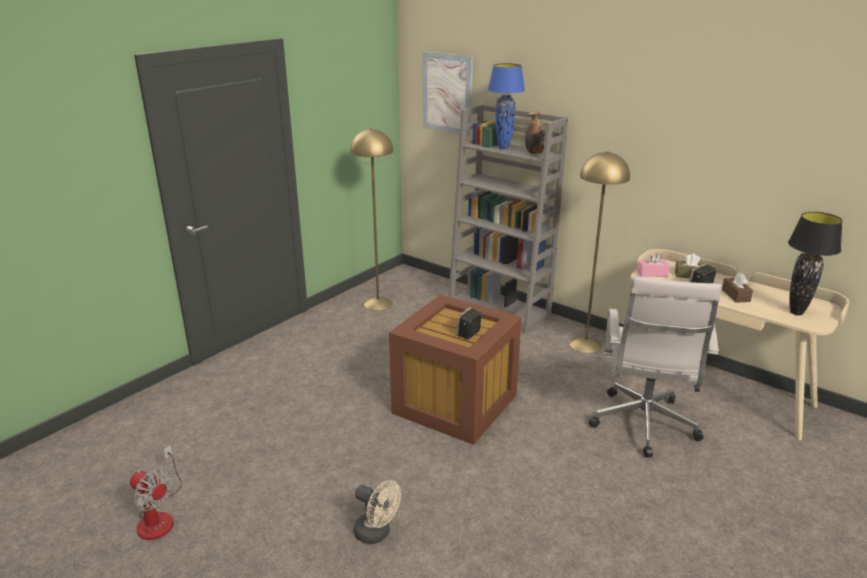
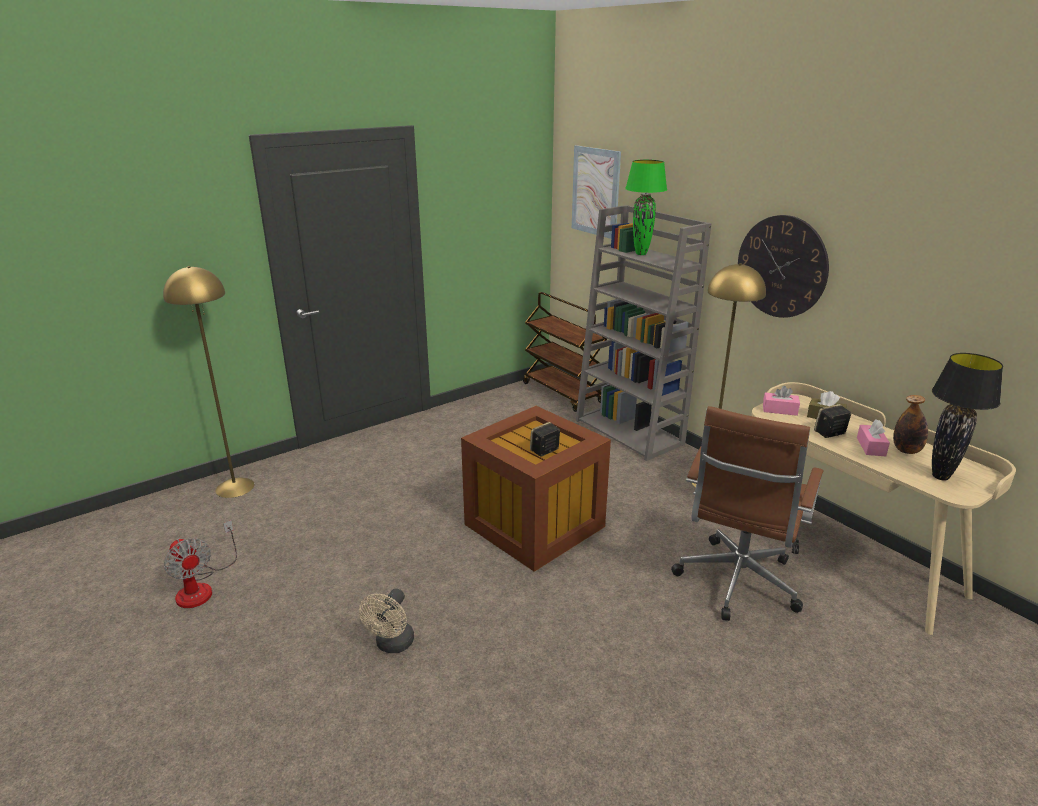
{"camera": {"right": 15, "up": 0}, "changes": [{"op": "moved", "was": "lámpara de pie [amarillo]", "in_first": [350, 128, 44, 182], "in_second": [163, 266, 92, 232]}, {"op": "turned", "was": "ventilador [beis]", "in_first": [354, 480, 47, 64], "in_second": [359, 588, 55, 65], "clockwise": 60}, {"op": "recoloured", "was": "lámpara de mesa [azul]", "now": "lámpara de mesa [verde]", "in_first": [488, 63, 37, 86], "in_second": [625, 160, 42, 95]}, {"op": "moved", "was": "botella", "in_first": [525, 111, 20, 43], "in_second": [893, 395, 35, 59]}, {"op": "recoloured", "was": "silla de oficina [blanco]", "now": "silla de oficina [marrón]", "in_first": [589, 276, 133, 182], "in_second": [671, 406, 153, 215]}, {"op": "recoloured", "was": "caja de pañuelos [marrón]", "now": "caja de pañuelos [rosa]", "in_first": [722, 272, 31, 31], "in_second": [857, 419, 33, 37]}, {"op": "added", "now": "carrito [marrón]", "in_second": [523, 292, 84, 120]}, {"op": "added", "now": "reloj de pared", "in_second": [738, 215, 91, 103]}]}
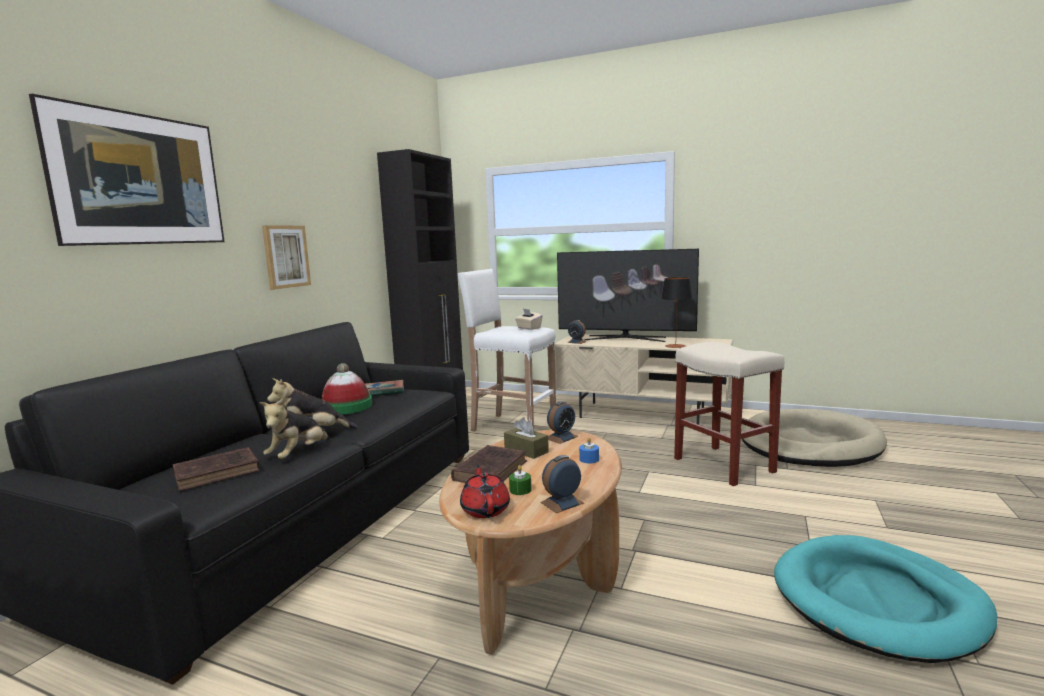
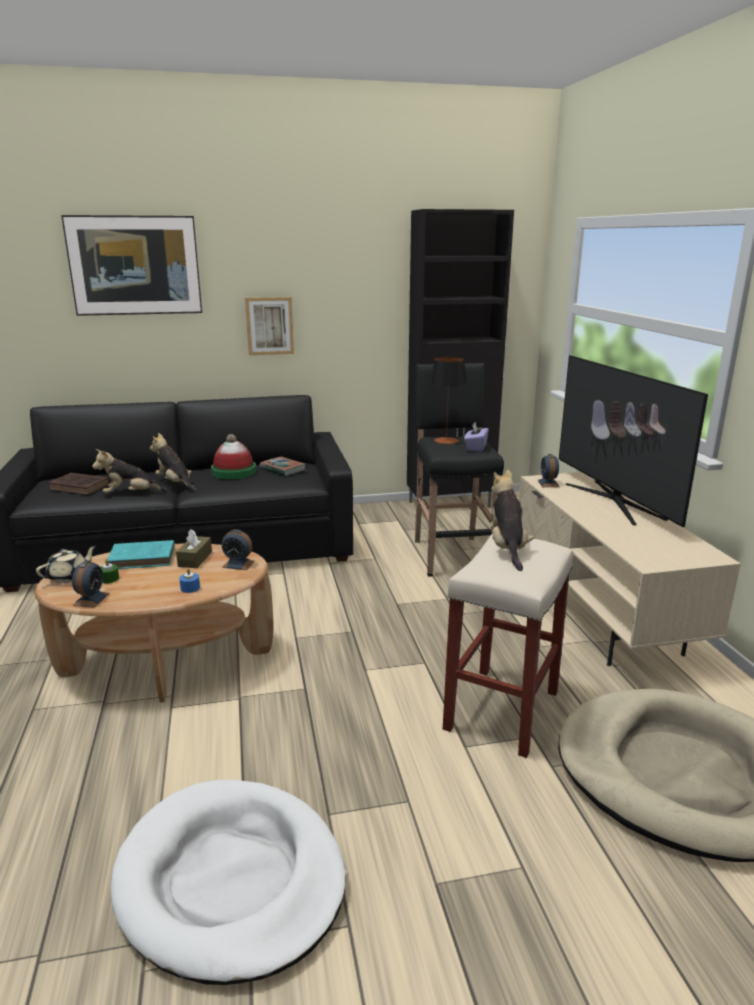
{"camera": {"right": 55, "up": 10}, "changes": [{"op": "recoloured", "was": "libro [marrón]", "now": "libro [turquesa]", "in_first": [451, 445, 76, 38], "in_second": [107, 540, 68, 29]}, {"op": "recoloured", "was": "taburete [blanco]", "now": "taburete [negro]", "in_first": [457, 269, 99, 163], "in_second": [415, 363, 89, 214]}, {"op": "recoloured", "was": "tetera [rojo]", "now": "tetera [beis]", "in_first": [460, 465, 50, 53], "in_second": [36, 546, 60, 37]}, {"op": "recoloured", "was": "caja de pañuelos [beis]", "now": "caja de pañuelos [morado]", "in_first": [515, 309, 28, 21], "in_second": [464, 422, 25, 30]}, {"op": "turned", "was": "despertador", "in_first": [540, 455, 44, 58], "in_second": [72, 561, 37, 47], "clockwise": 75}, {"op": "moved", "was": "lámpara de mesa", "in_first": [661, 277, 31, 71], "in_second": [430, 357, 37, 87]}, {"op": "recoloured", "was": "cama para perro [turquesa]", "now": "cama para perro [blanco]", "in_first": [774, 535, 223, 128], "in_second": [110, 780, 236, 205]}, {"op": "added", "now": "peluche", "in_second": [490, 470, 44, 101]}]}
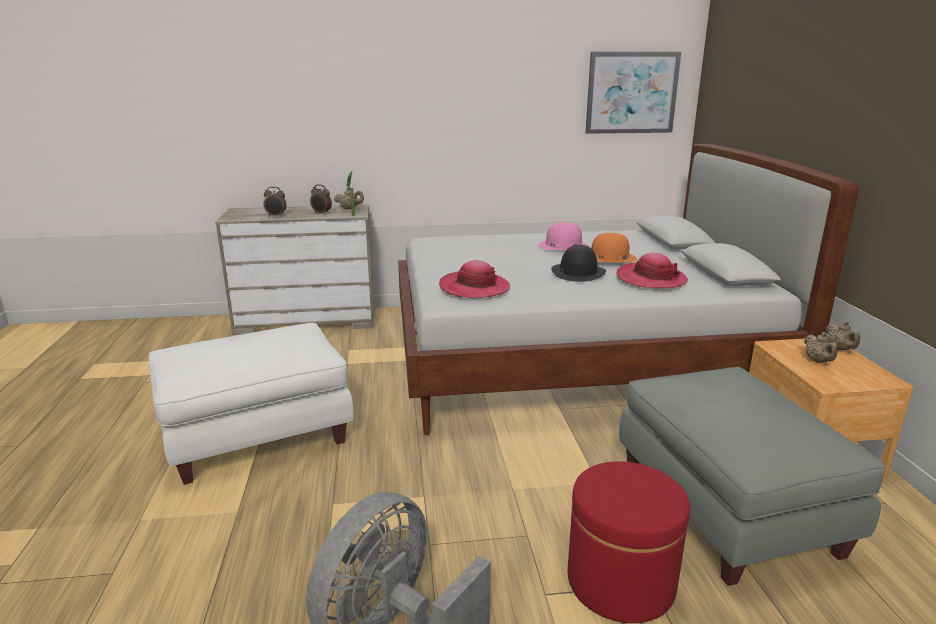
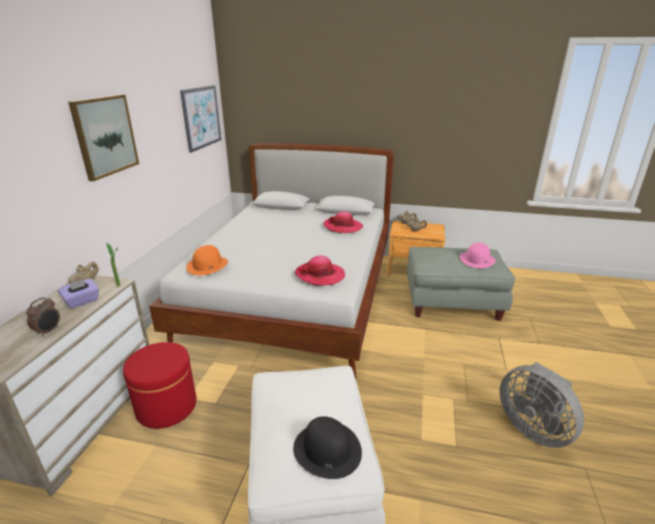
{"camera": {"right": -70, "up": 5}, "changes": [{"op": "replaced", "was": "despertador", "now": "caja de pañuelos [morado]", "in_first": [310, 184, 22, 31], "in_second": [58, 279, 41, 30]}, {"op": "moved", "was": "sombrero [rosa]", "in_first": [538, 222, 51, 28], "in_second": [460, 242, 36, 26]}, {"op": "moved", "was": "sombrero [negro]", "in_first": [551, 245, 55, 37], "in_second": [293, 416, 69, 63]}, {"op": "moved", "was": "puf [rojo]", "in_first": [568, 461, 122, 162], "in_second": [123, 342, 73, 87]}, {"op": "moved", "was": "sombrero [naranja]", "in_first": [591, 233, 46, 30], "in_second": [186, 245, 42, 31]}, {"op": "added", "now": "cuadro", "in_second": [68, 94, 71, 87]}]}
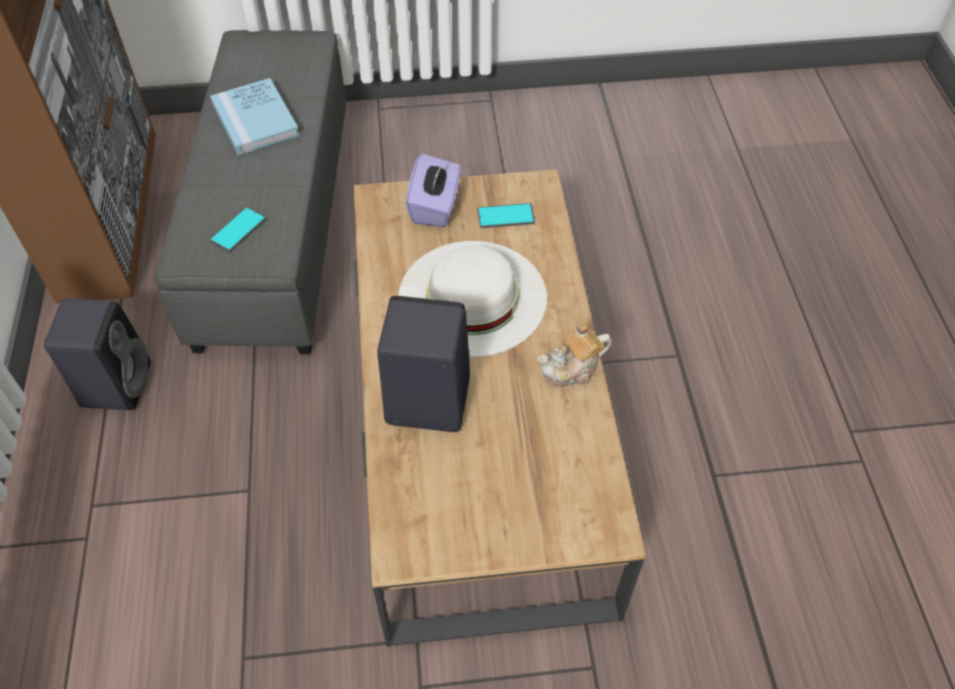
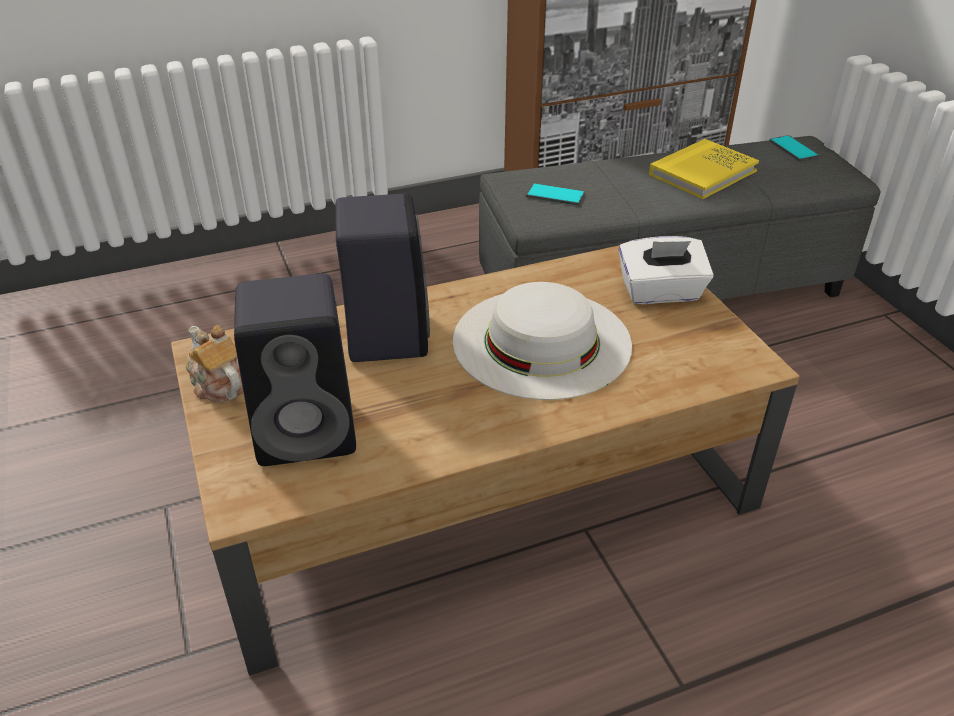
{"camera": {"right": 75, "up": -15}, "changes": [{"op": "moved", "was": "altavoz [negro]", "in_first": [44, 298, 107, 112], "in_second": [234, 273, 122, 193]}, {"op": "recoloured", "was": "libro [azul]", "now": "libro [amarillo]", "in_first": [210, 78, 90, 77], "in_second": [649, 139, 110, 60]}, {"op": "recoloured", "was": "caja de pañuelos [morado]", "now": "caja de pañuelos [blanco]", "in_first": [406, 154, 55, 73], "in_second": [619, 236, 94, 68]}, {"op": "moved", "was": "móvil", "in_first": [478, 203, 57, 25], "in_second": [769, 135, 51, 27]}, {"op": "moved", "was": "tetera", "in_first": [538, 323, 73, 64], "in_second": [186, 325, 57, 77]}]}
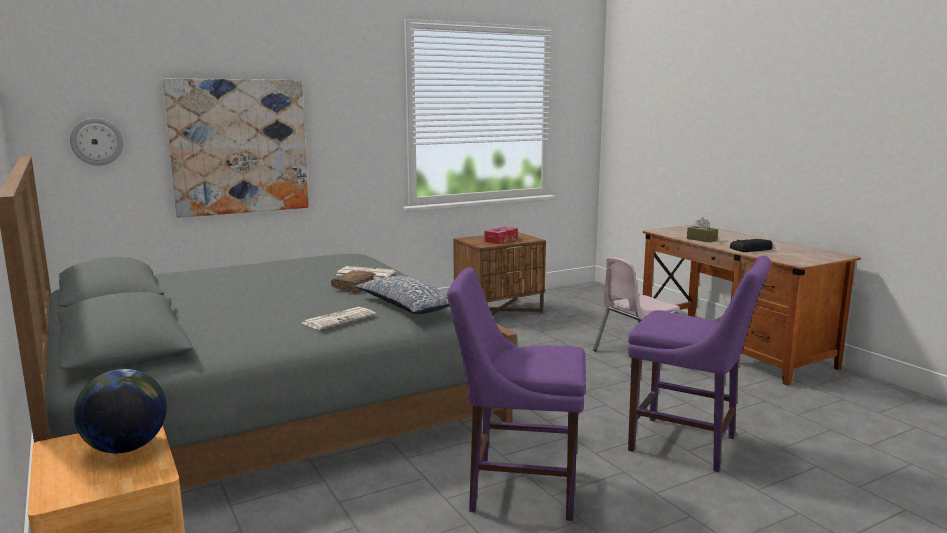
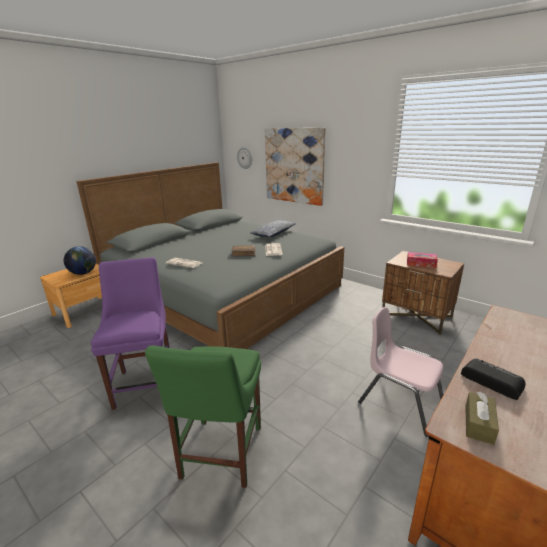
{"camera": {"right": 70, "up": 10}, "changes": [{"op": "moved", "was": "cojín", "in_first": [355, 276, 94, 38], "in_second": [250, 220, 46, 17]}, {"op": "recoloured", "was": "silla [morado]", "now": "silla [verde]", "in_first": [628, 256, 143, 216], "in_second": [145, 345, 116, 143]}, {"op": "moved", "was": "caja de pañuelos [marrón]", "in_first": [687, 218, 31, 25], "in_second": [465, 392, 34, 53]}]}
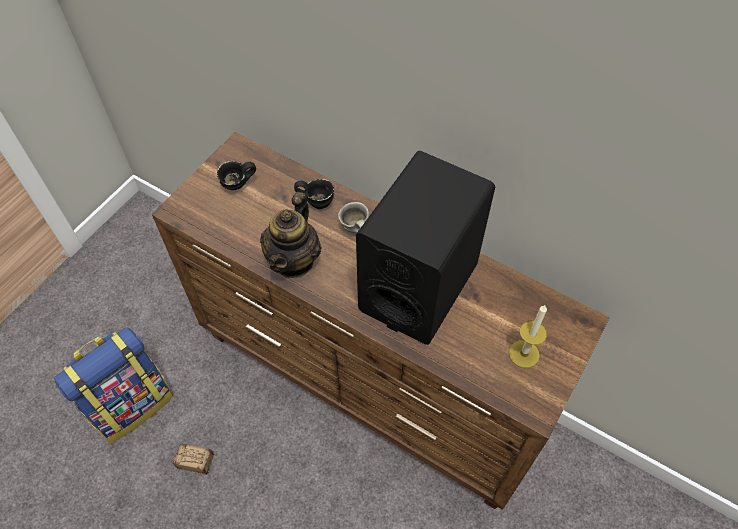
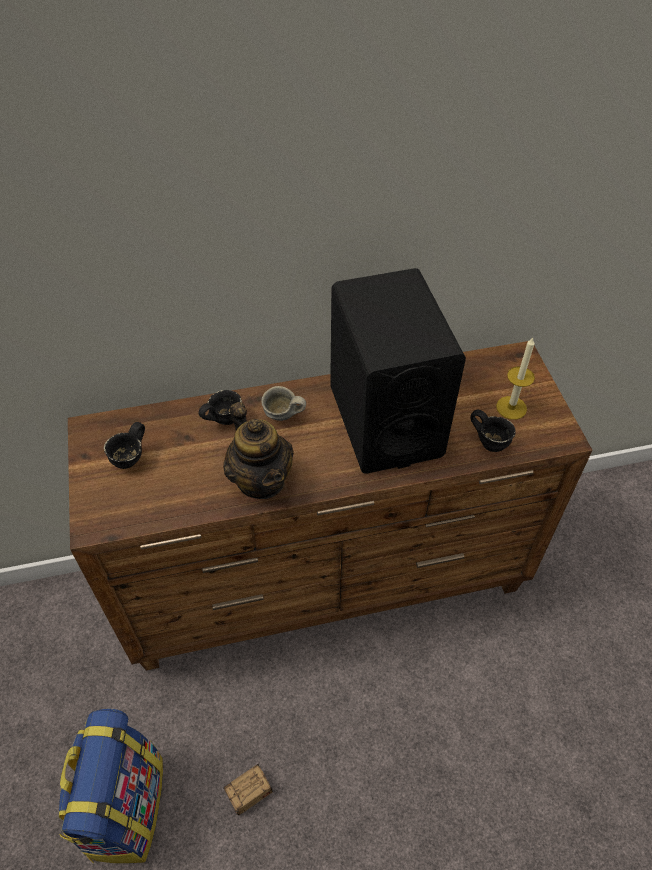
{"camera": {"right": -45, "up": -5}, "changes": [{"op": "added", "now": "taza grande [negro]", "in_second": [470, 410, 46, 42]}]}
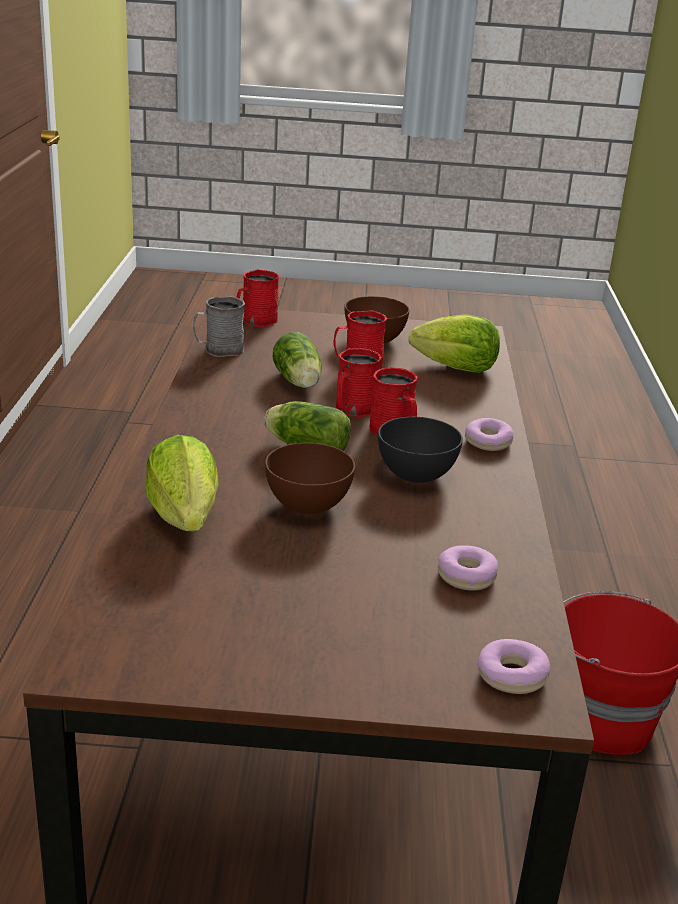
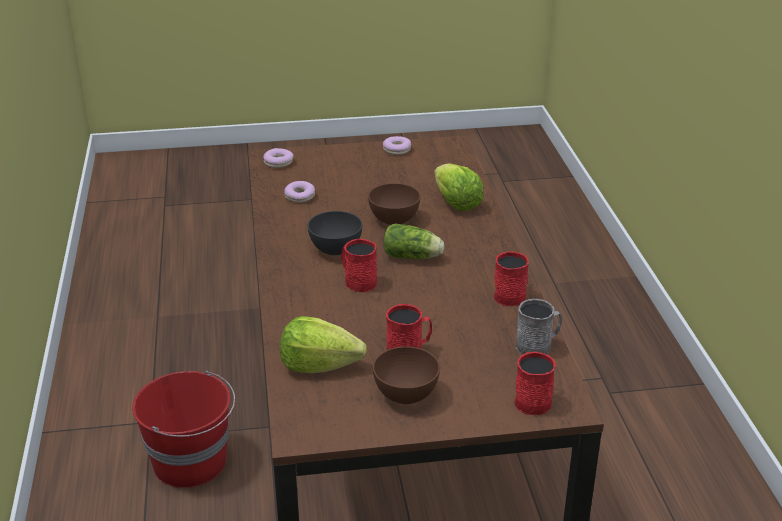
{"camera": {"right": 170, "up": 5}, "changes": [{"op": "removed", "was": "lechuga", "in_first": [273, 332, 49, 56]}, {"op": "moved", "was": "taza grande [rojo]", "in_first": [336, 348, 45, 69], "in_second": [494, 251, 35, 55]}, {"op": "moved", "was": "rosquilla", "in_first": [465, 418, 49, 33], "in_second": [383, 136, 28, 19]}]}
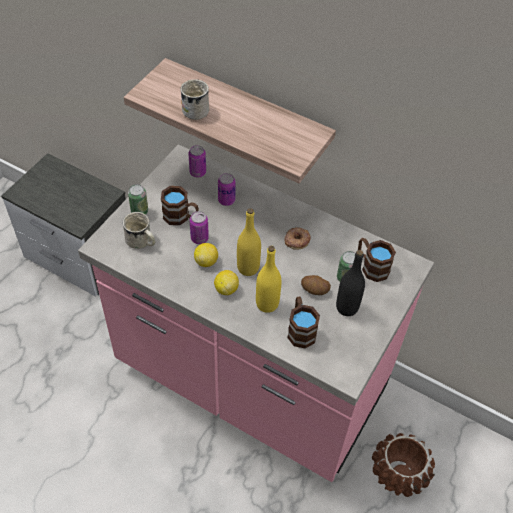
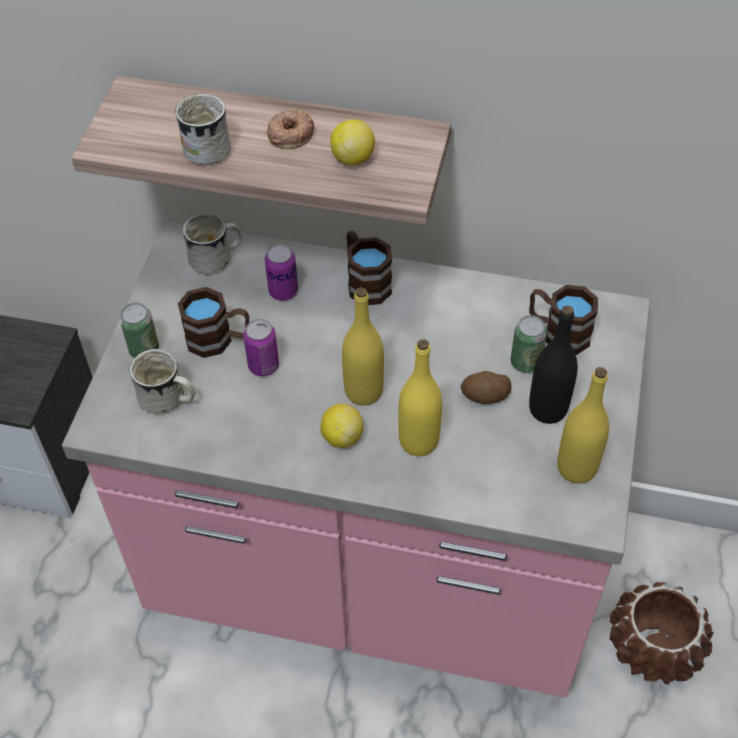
{"camera": {"right": -15, "up": 0}, "changes": [{"op": "replaced", "was": "lata", "now": "taza grande [blanco]", "in_first": [188, 145, 18, 33], "in_second": [183, 213, 59, 61]}, {"op": "moved", "was": "limón", "in_first": [194, 243, 24, 24], "in_second": [330, 119, 45, 47]}, {"op": "moved", "was": "rosquilla", "in_first": [284, 228, 27, 22], "in_second": [267, 110, 47, 39]}, {"op": "moved", "was": "taza grande [marrón]", "in_first": [287, 297, 33, 51], "in_second": [346, 231, 46, 74]}, {"op": "added", "now": "botella [amarillo]", "in_second": [557, 367, 52, 117]}]}
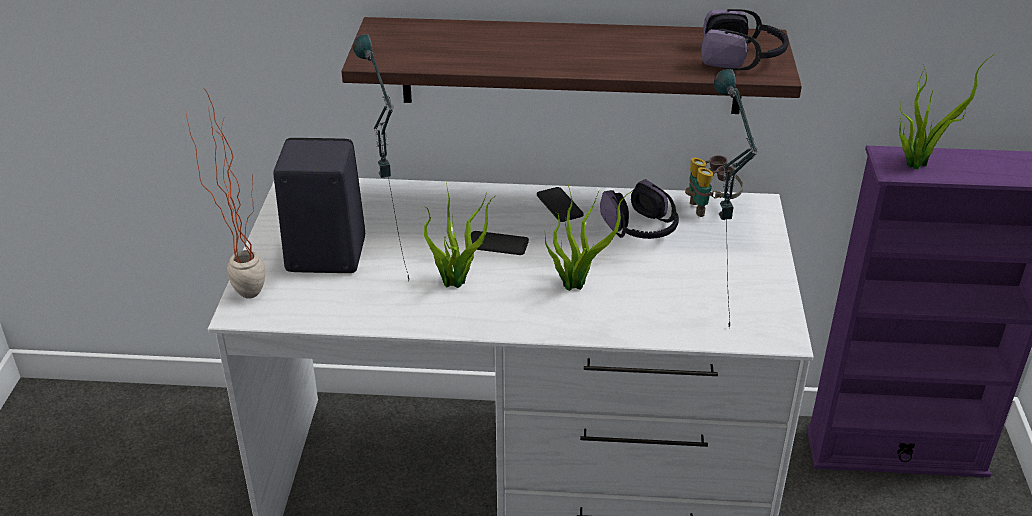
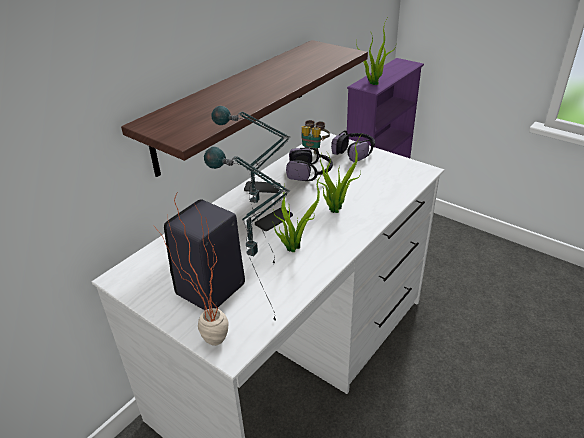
{"camera": {"right": -55, "up": 0}, "changes": [{"op": "moved", "was": "auriculares", "in_first": [701, 9, 88, 61], "in_second": [331, 130, 44, 32]}, {"op": "moved", "was": "lámpara de mesa", "in_first": [714, 69, 45, 260], "in_second": [204, 146, 86, 175]}]}
